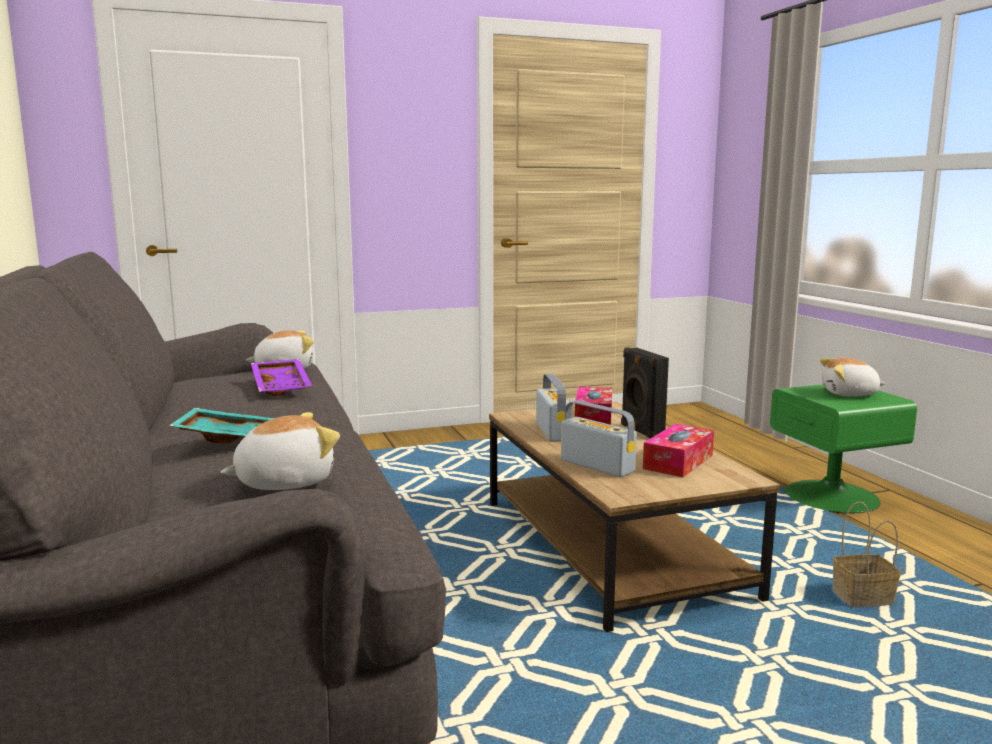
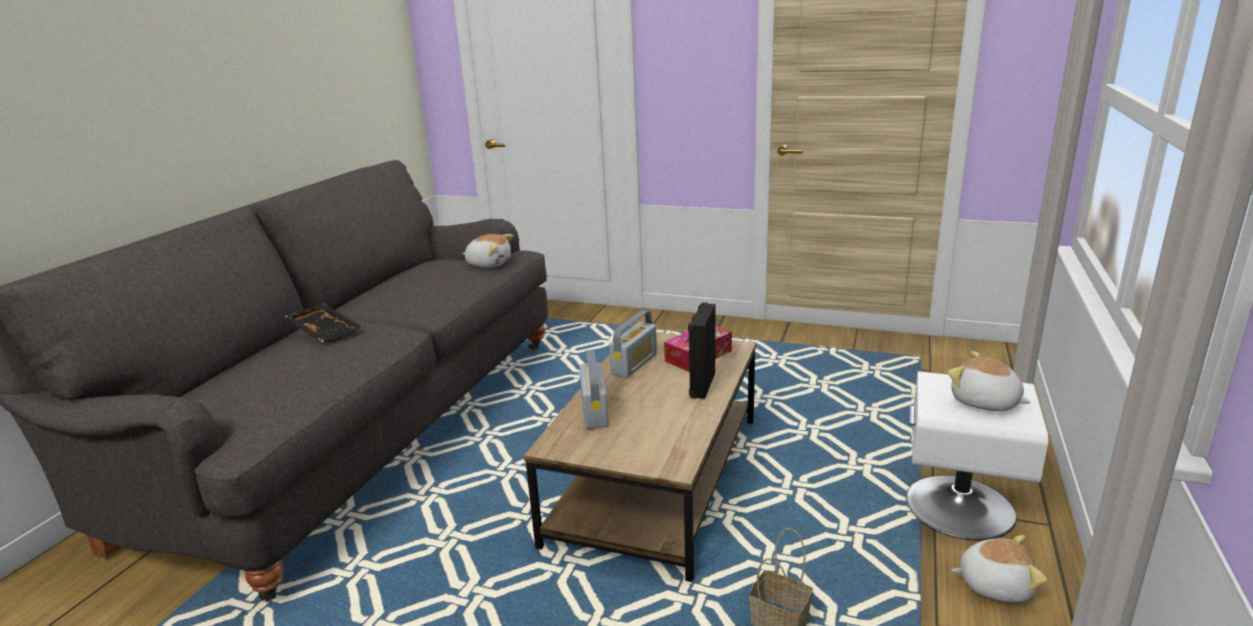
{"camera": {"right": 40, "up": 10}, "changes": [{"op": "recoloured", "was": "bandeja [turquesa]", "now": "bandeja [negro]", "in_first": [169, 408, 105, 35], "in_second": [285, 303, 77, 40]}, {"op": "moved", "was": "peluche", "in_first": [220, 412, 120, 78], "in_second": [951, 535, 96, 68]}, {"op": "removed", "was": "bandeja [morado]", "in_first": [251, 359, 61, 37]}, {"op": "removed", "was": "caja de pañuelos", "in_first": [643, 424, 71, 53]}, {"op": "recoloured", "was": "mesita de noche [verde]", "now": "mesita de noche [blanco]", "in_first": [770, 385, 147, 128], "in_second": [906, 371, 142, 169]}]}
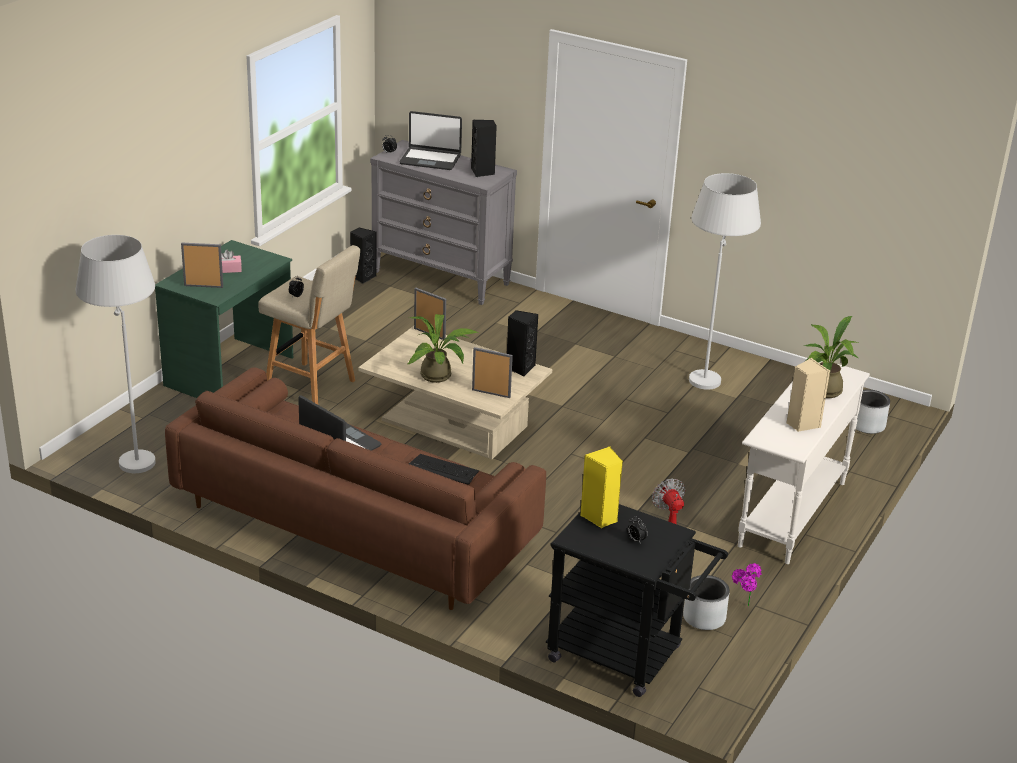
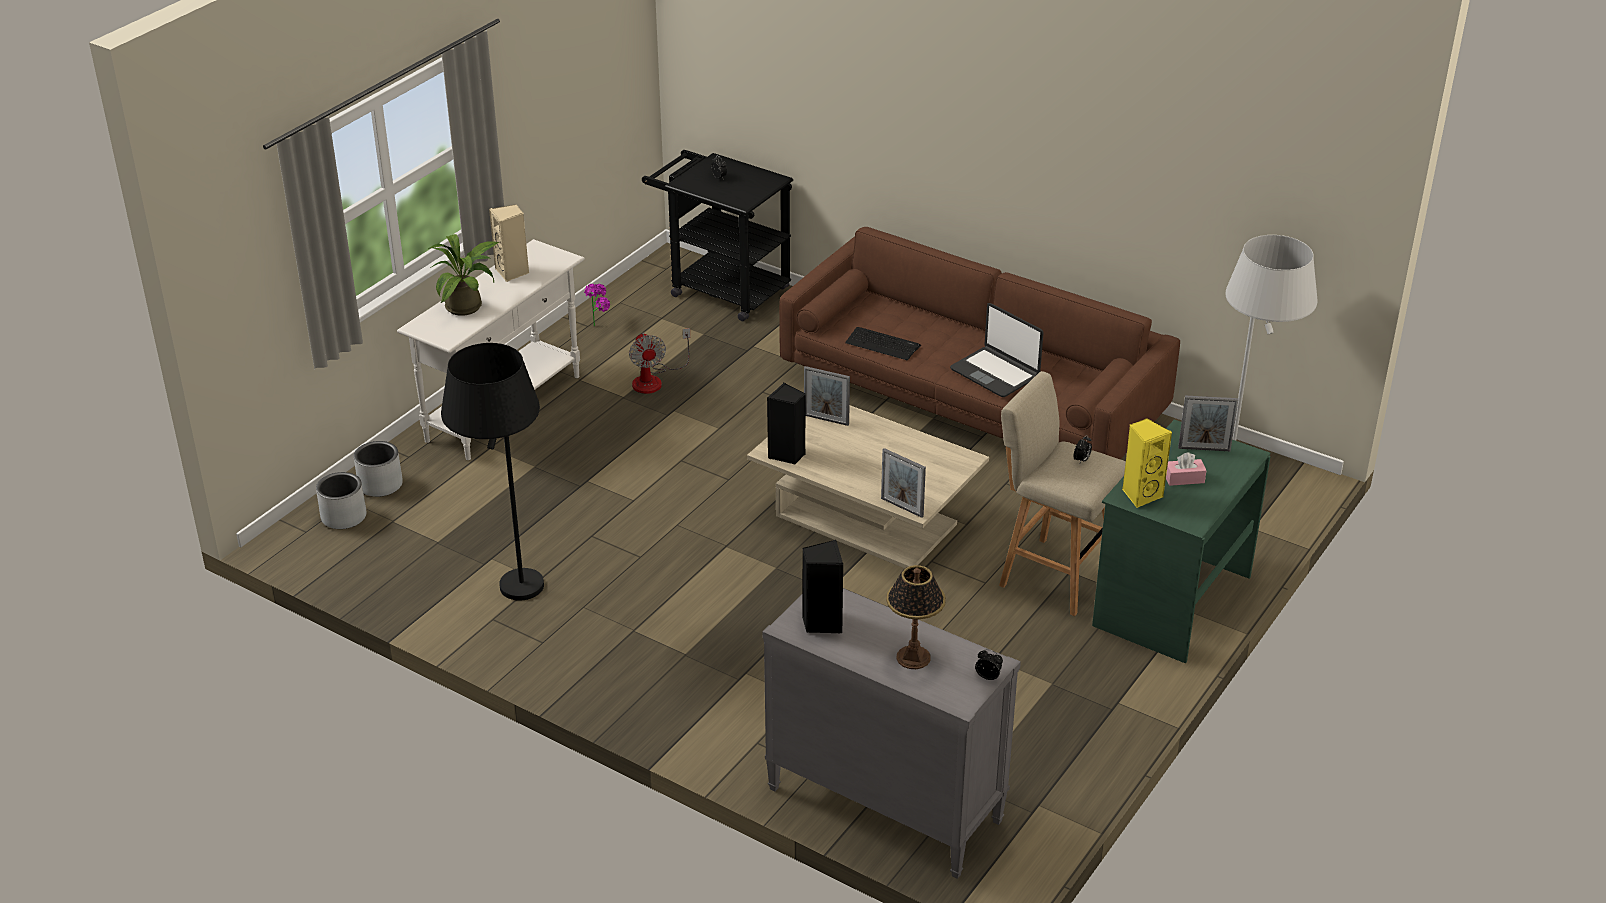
{"camera": {"right": -175, "up": 5}, "changes": [{"op": "removed", "was": "altavoz [negro]", "in_first": [350, 228, 26, 56]}, {"op": "replaced", "was": "portátil", "now": "lámpara de mesa", "in_first": [399, 111, 63, 59], "in_second": [886, 565, 60, 104]}, {"op": "removed", "was": "planta en maceta", "in_first": [407, 314, 71, 69]}, {"op": "moved", "was": "altavoz [amarillo]", "in_first": [581, 447, 42, 81], "in_second": [1122, 418, 50, 90]}, {"op": "moved", "was": "maceta [gris]", "in_first": [683, 575, 47, 55], "in_second": [354, 441, 49, 56]}, {"op": "recoloured", "was": "lámpara de pie [blanco]", "now": "lámpara de pie [negro]", "in_first": [689, 173, 72, 217], "in_second": [441, 343, 103, 257]}]}
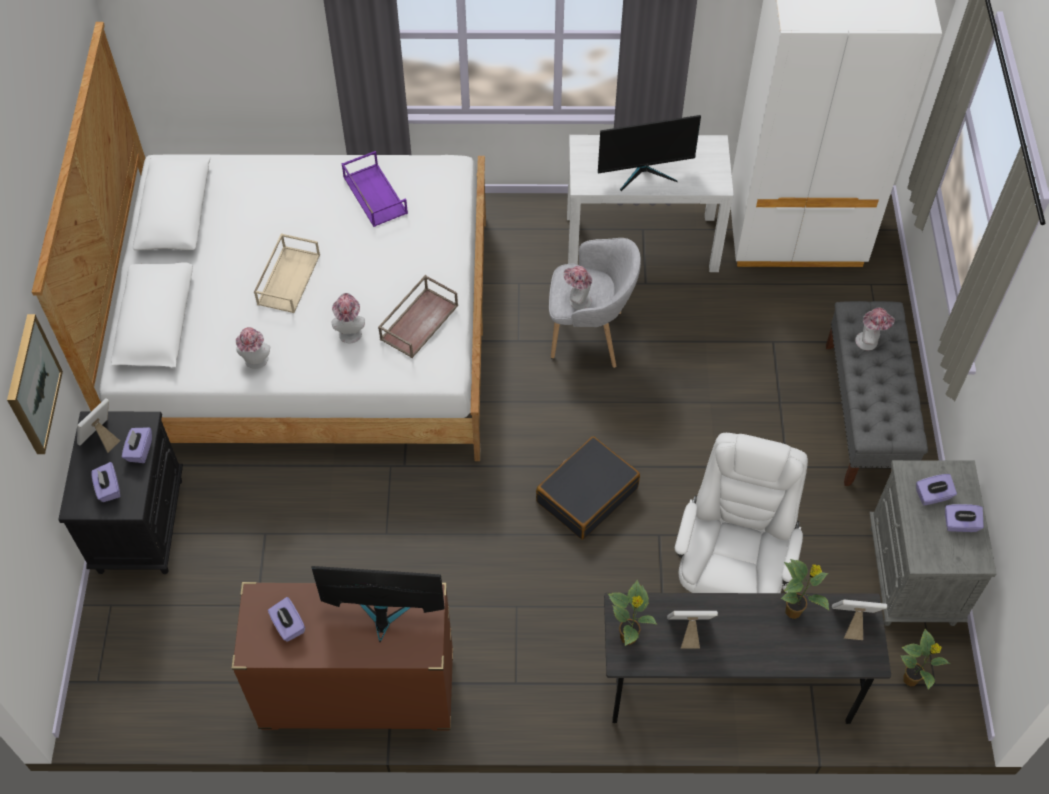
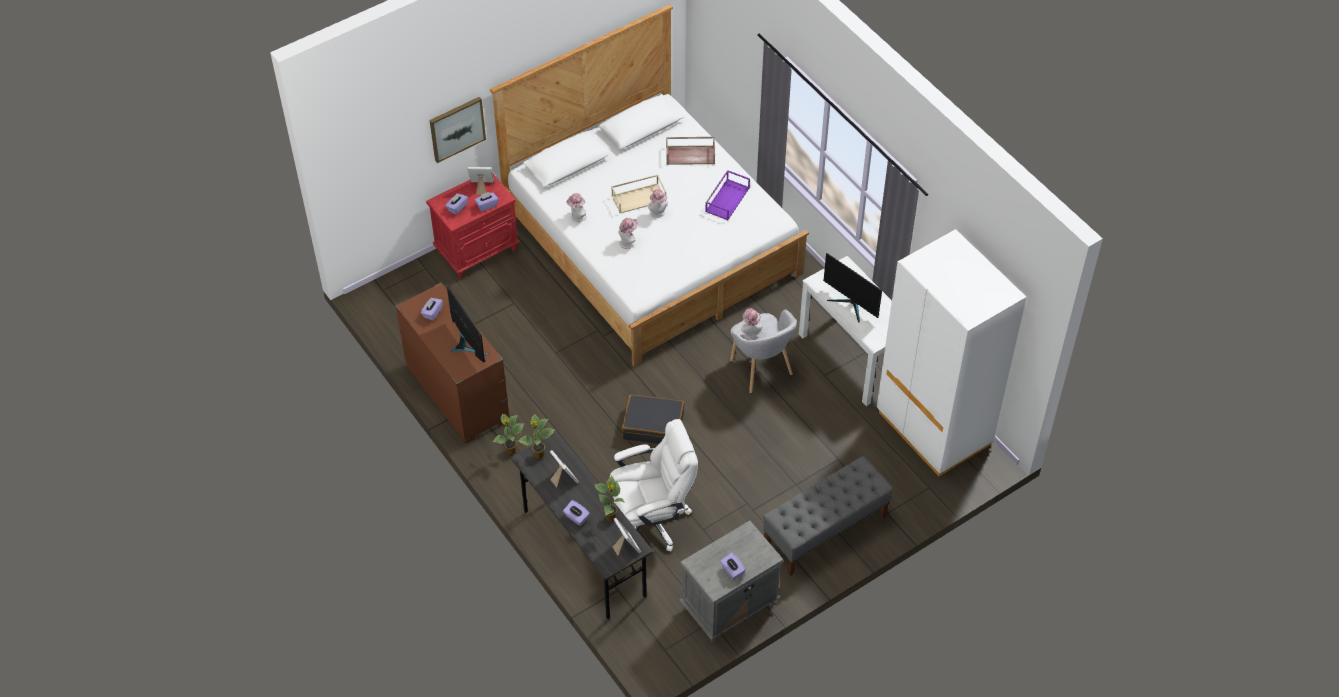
{"camera": {"right": 55, "up": -5}, "changes": [{"op": "recoloured", "was": "mesita de noche [negro]", "now": "mesita de noche [rojo]", "in_first": [58, 411, 125, 163], "in_second": [426, 173, 95, 106]}, {"op": "moved", "was": "bandeja [marrón]", "in_first": [378, 275, 80, 83], "in_second": [666, 137, 49, 28]}, {"op": "moved", "was": "sombrero", "in_first": [855, 308, 40, 43], "in_second": [647, 189, 21, 29]}, {"op": "moved", "was": "planta en maceta", "in_first": [900, 629, 50, 61], "in_second": [492, 413, 32, 42]}, {"op": "moved", "was": "caja de pañuelos [morado]", "in_first": [916, 474, 41, 32], "in_second": [563, 500, 27, 26]}]}
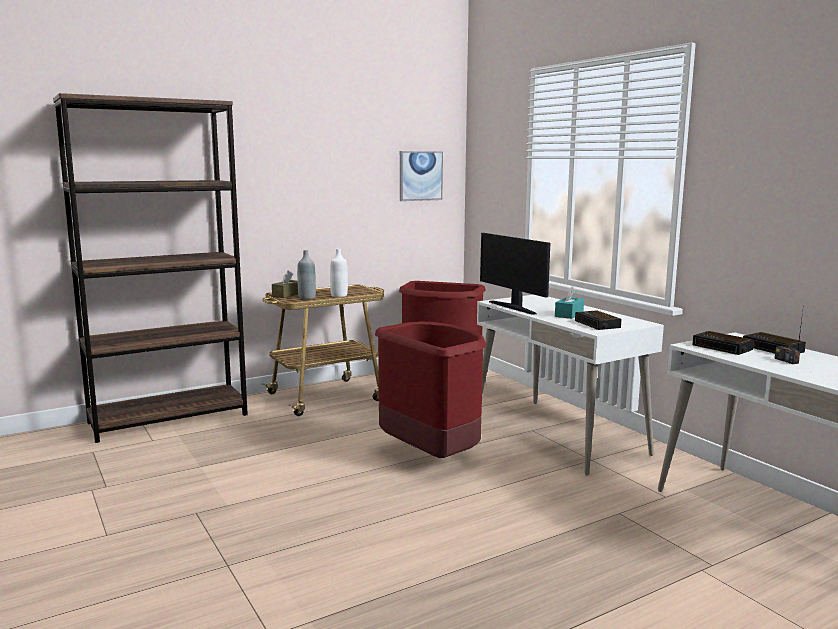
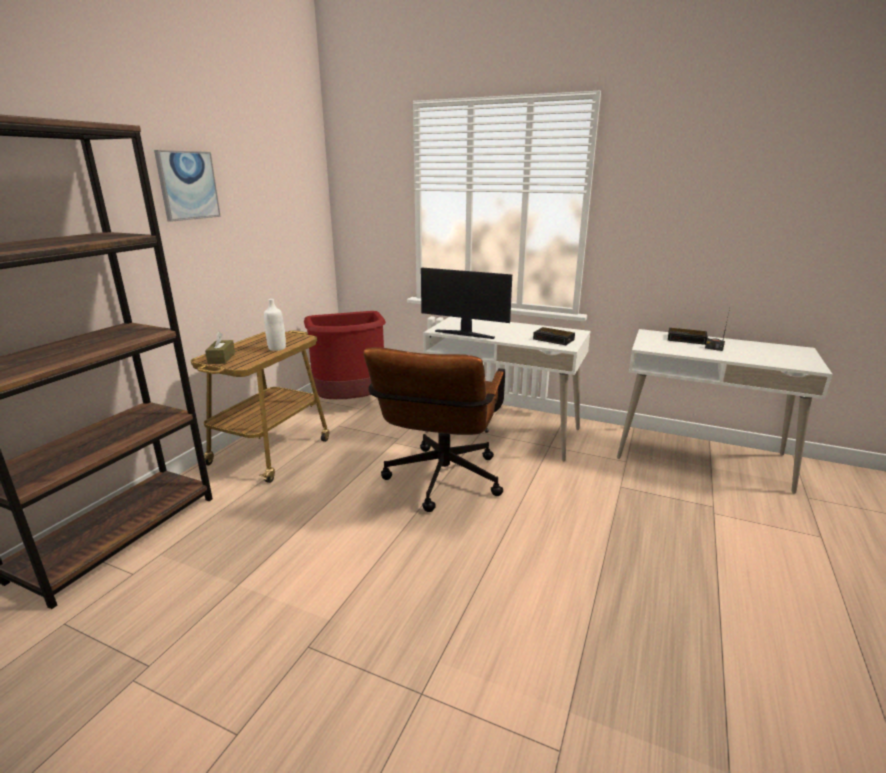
{"camera": {"right": -35, "up": 10}, "changes": [{"op": "removed", "was": "botella [gris]", "in_first": [297, 250, 19, 49]}, {"op": "replaced", "was": "papelera [rojo]", "now": "silla de oficina [marrón]", "in_first": [375, 321, 112, 137], "in_second": [363, 347, 142, 165]}, {"op": "moved", "was": "cuadro", "in_first": [400, 151, 43, 50], "in_second": [154, 150, 67, 72]}, {"op": "removed", "was": "caja de pañuelos [turquesa]", "in_first": [555, 286, 29, 33]}, {"op": "removed", "was": "despertador", "in_first": [692, 331, 62, 24]}]}
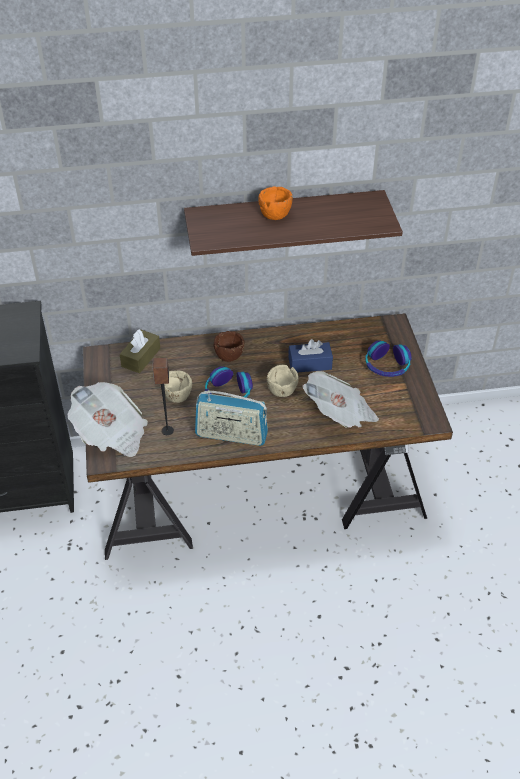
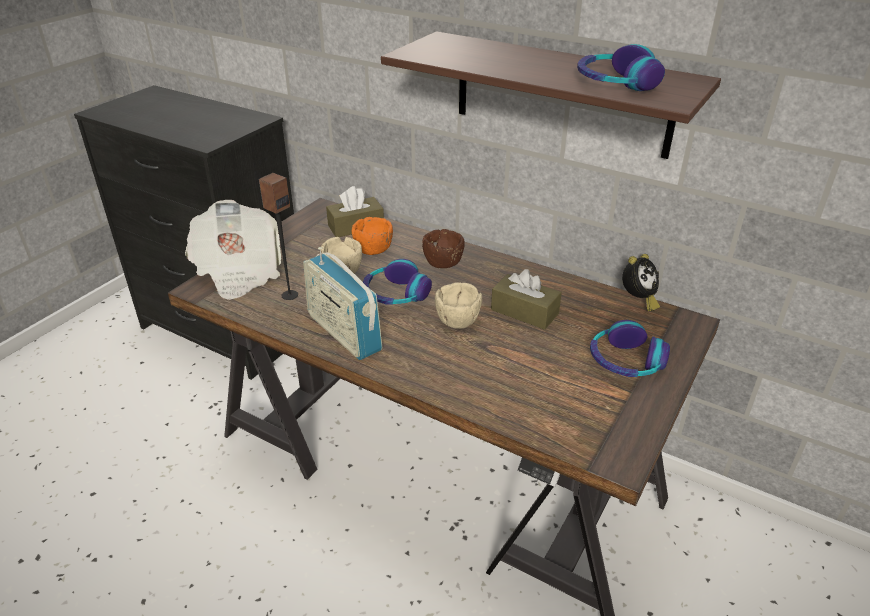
{"camera": {"right": 40, "up": -10}, "changes": [{"op": "moved", "was": "cuenco [naranja]", "in_first": [258, 186, 34, 34], "in_second": [352, 217, 41, 38]}, {"op": "recoloured", "was": "caja de pañuelos [azul]", "now": "caja de pañuelos [marrón]", "in_first": [288, 339, 45, 34], "in_second": [491, 269, 71, 61]}, {"op": "removed", "was": "periódico", "in_first": [302, 371, 77, 57]}, {"op": "added", "now": "auriculares", "in_second": [577, 44, 88, 47]}, {"op": "added", "now": "despertador", "in_second": [622, 254, 38, 57]}]}
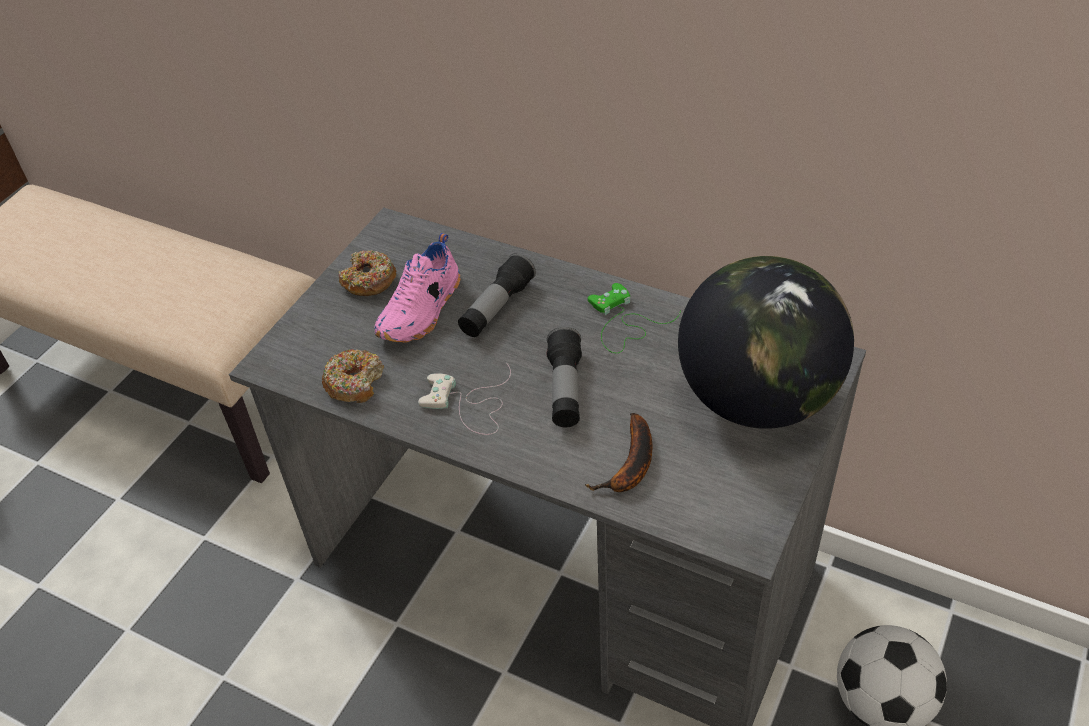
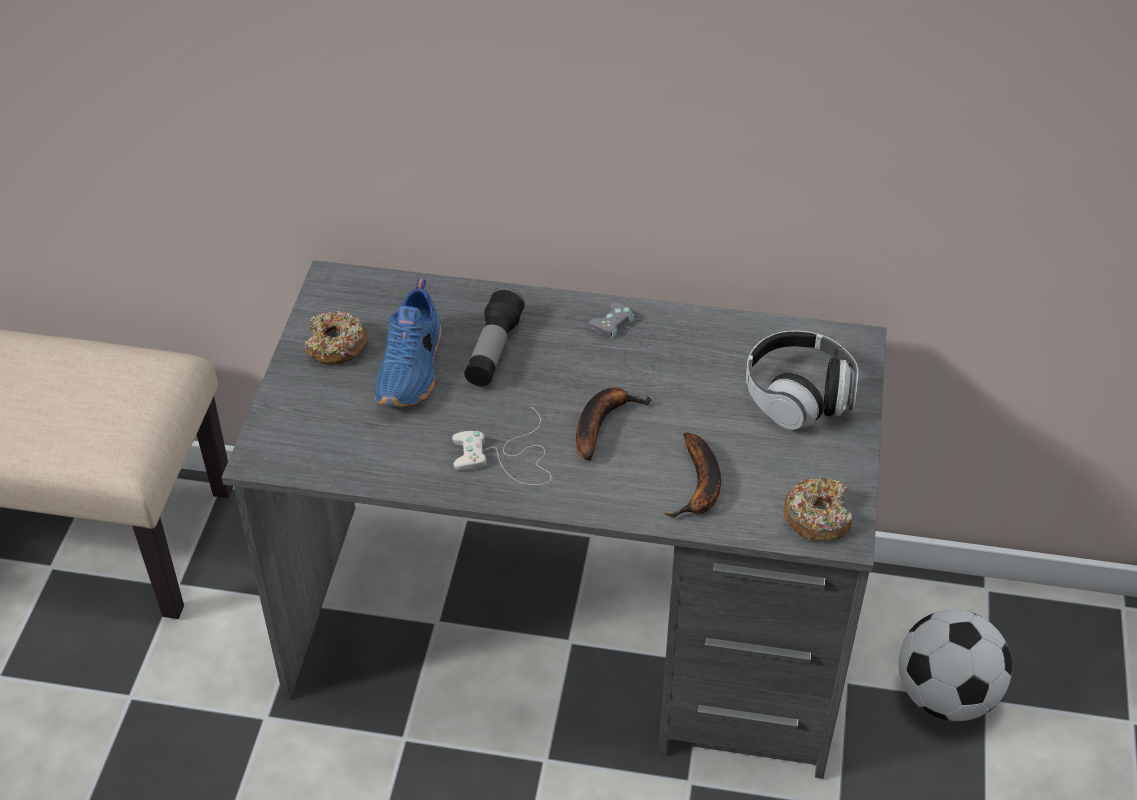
{"camera": {"right": -20, "up": 0}, "changes": [{"op": "moved", "was": "rosquilla", "in_first": [322, 349, 62, 54], "in_second": [783, 478, 69, 62]}, {"op": "recoloured", "was": "zapato [rosa]", "now": "zapato [azul]", "in_first": [374, 233, 86, 110], "in_second": [375, 278, 66, 129]}, {"op": "replaced", "was": "linterna", "now": "plátano", "in_first": [547, 327, 35, 100], "in_second": [576, 387, 76, 74]}, {"op": "recoloured", "was": "mando de consola [verde]", "now": "mando de consola [gris]", "in_first": [588, 283, 93, 70], "in_second": [589, 302, 102, 74]}, {"op": "replaced", "was": "globo terráqueo", "now": "auriculares", "in_first": [678, 256, 176, 173], "in_second": [746, 331, 112, 99]}]}
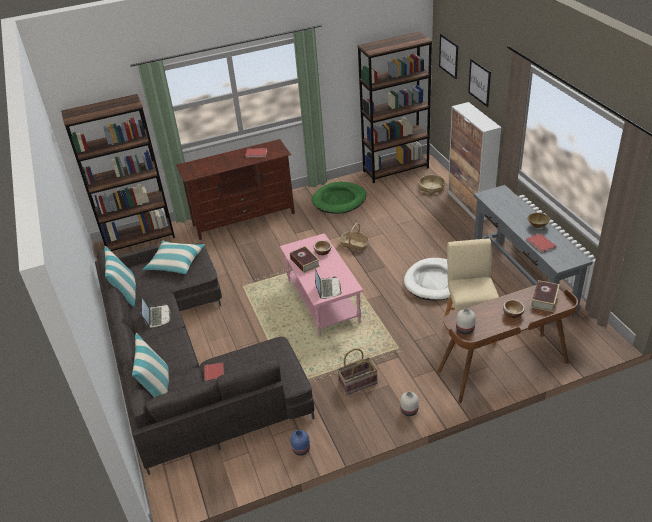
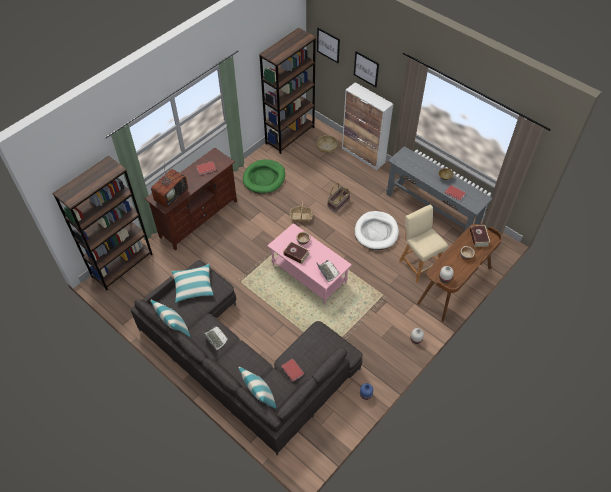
{"camera": {"right": -30, "up": 15}, "changes": [{"op": "moved", "was": "cesta", "in_first": [337, 348, 41, 47], "in_second": [327, 183, 23, 30]}, {"op": "added", "now": "televisor", "in_second": [151, 162, 37, 46]}]}
